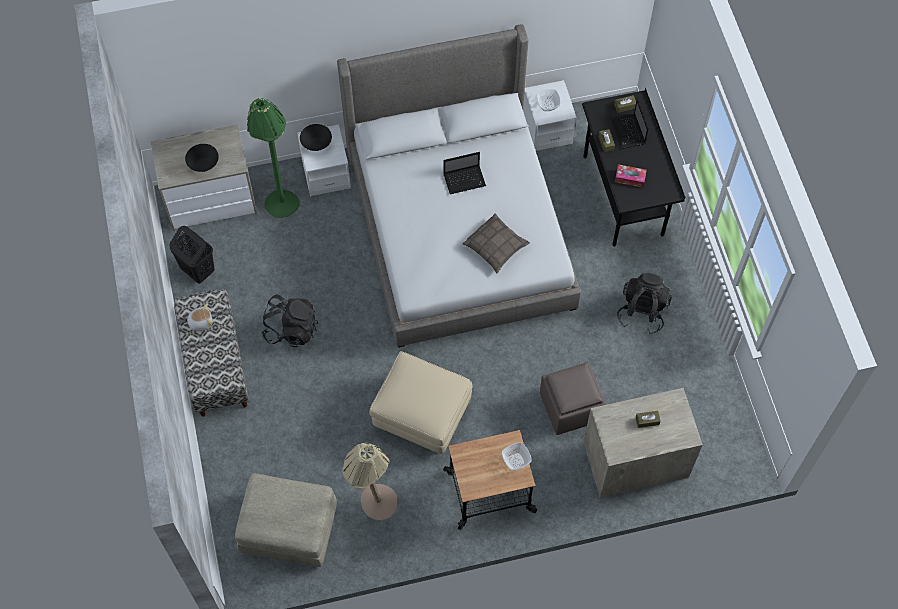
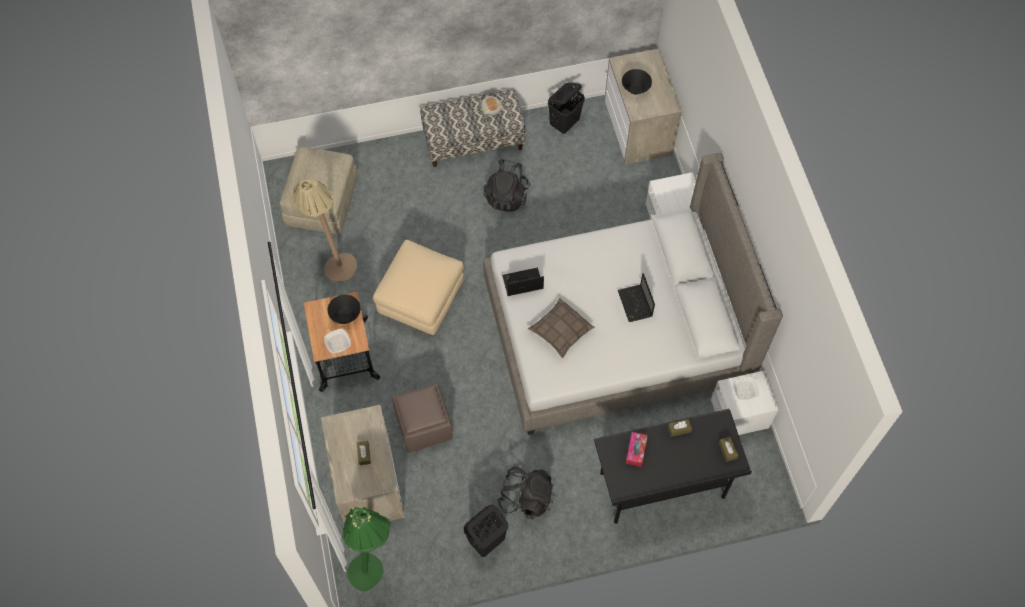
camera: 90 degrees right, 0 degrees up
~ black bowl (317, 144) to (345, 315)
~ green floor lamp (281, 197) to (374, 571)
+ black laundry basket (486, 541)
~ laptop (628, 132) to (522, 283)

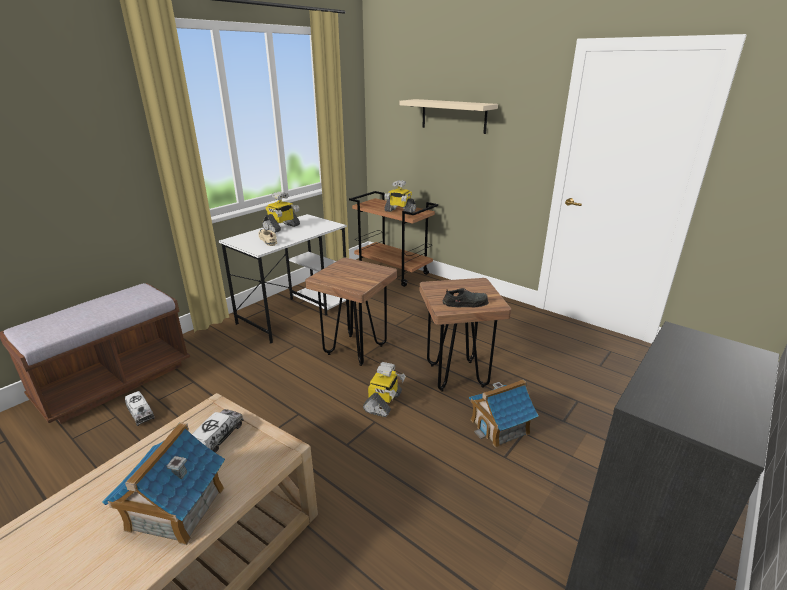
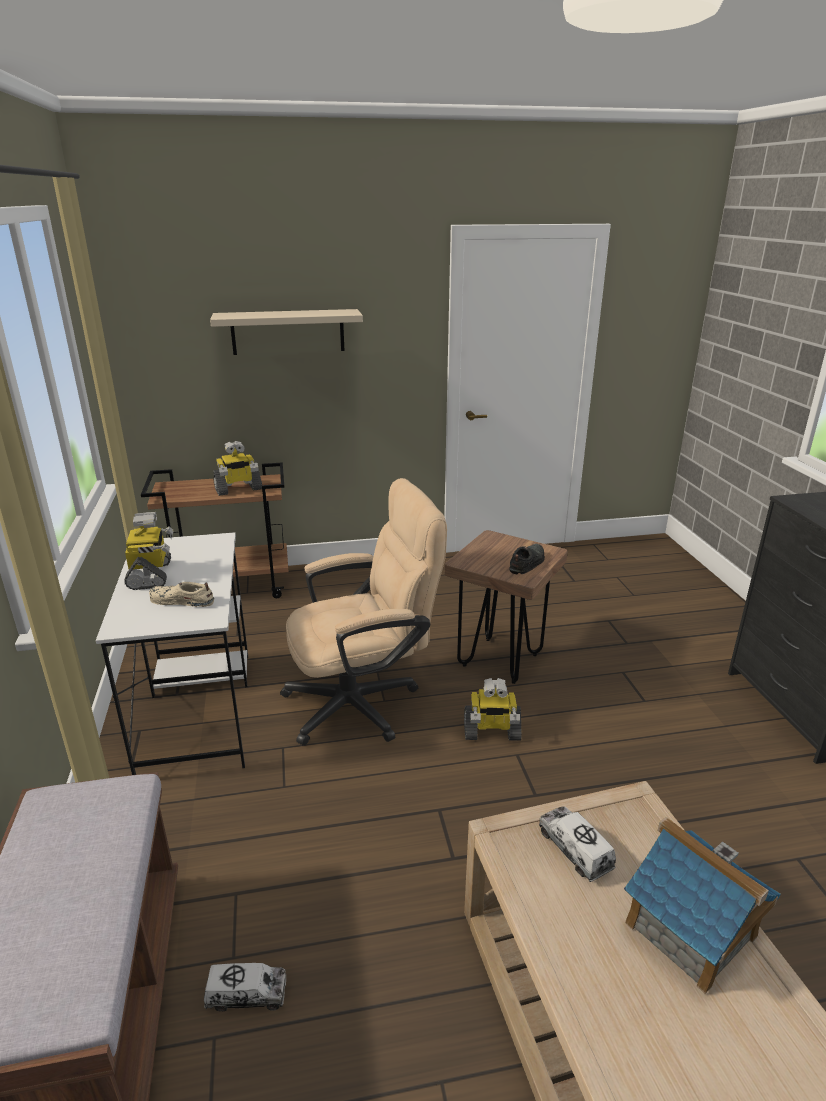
camera: 50 degrees left, 0 degrees up
~ brown stool (355, 350) to beige office chair (364, 702)
~ toy robot (383, 402) = (491, 731) 120 degrees clockwise
- toy house (500, 427)

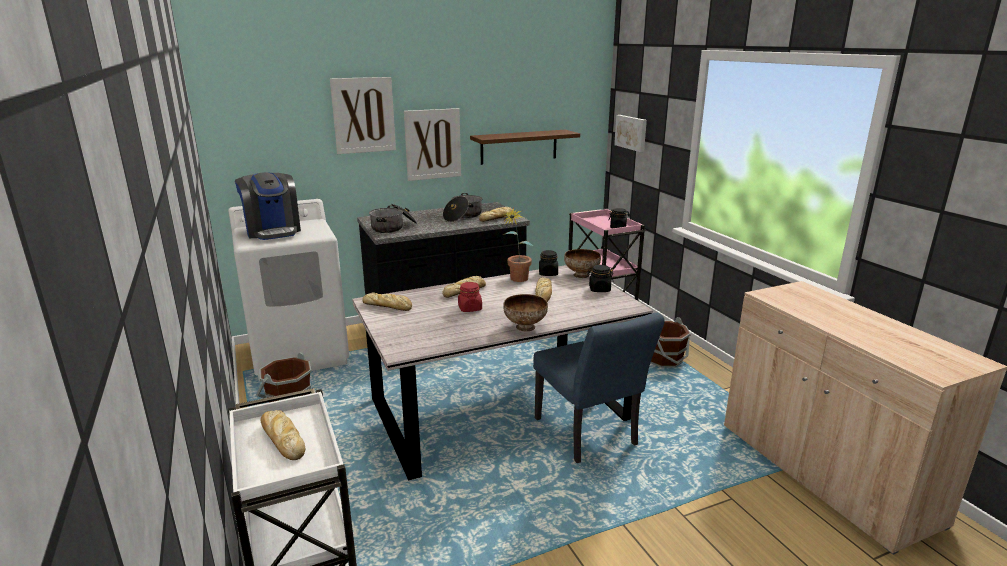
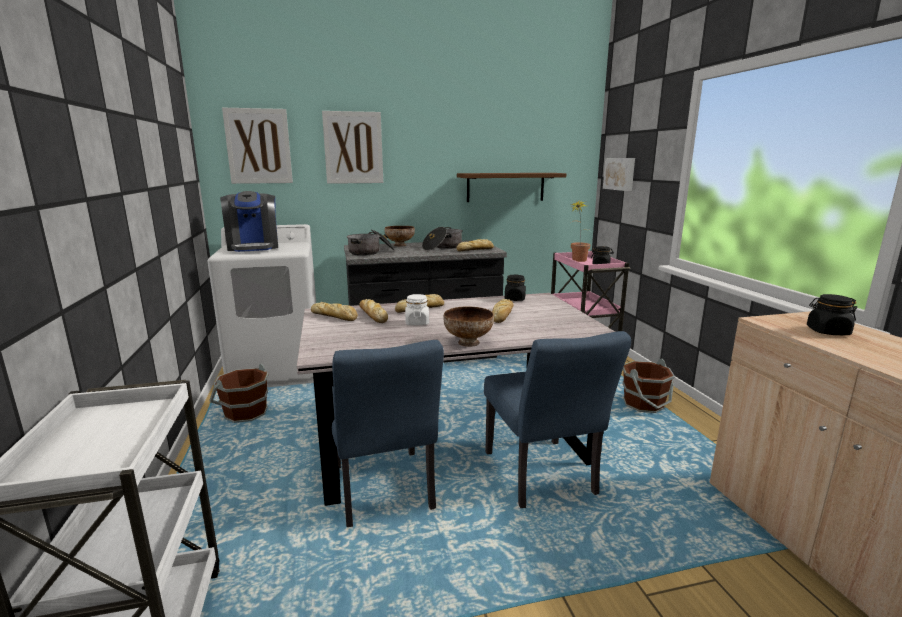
camera: 10 degrees right, 5 degrees down
~ picture (433, 144) to (258, 146)
+ blue chair (384, 493)
~ bread (282, 439) to (372, 315)
~ bowl (581, 275) to (400, 245)
~ red jar (470, 308) to white jar (417, 323)
~ potted plant (516, 280) to (577, 261)
~ black jar (599, 289) to (827, 332)

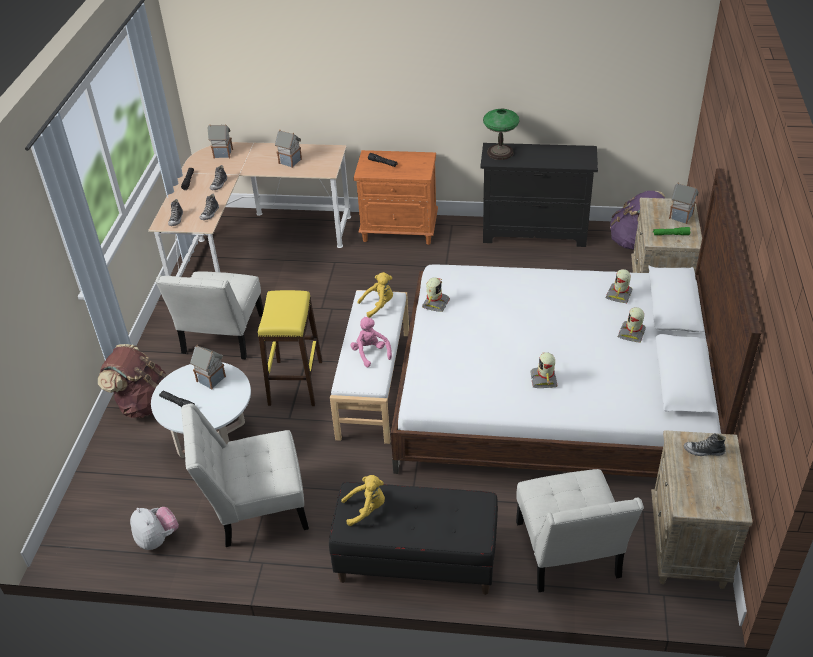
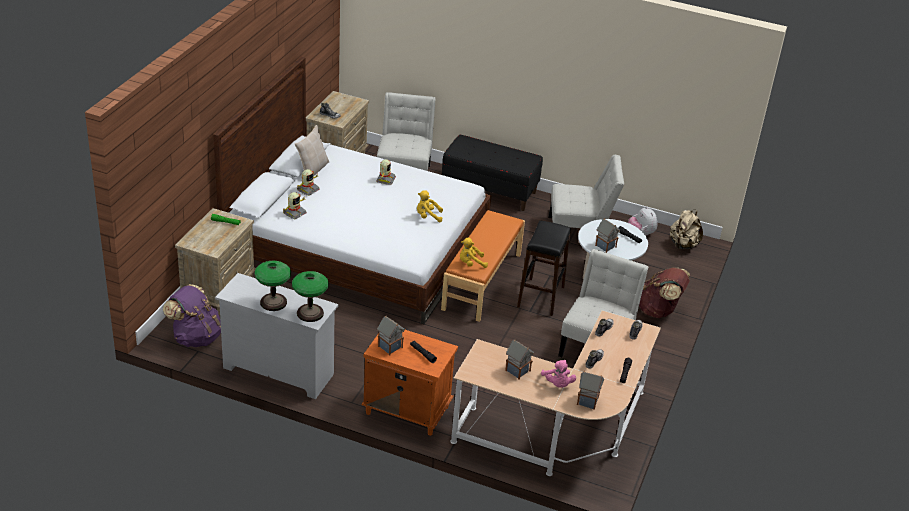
camera: 170 degrees left, 5 degrees down
~ black dresser (535, 233) to white dresser (278, 371)
+ table lamp (273, 302)
+ beige pillow (312, 170)
~ toy house (681, 216) to (389, 347)
~ yellow plush toy (366, 509) to (427, 216)
~ white bench (375, 384) to orange bench (481, 281)
~ yellow stool (295, 382) to black stool (541, 297)
~ pink plush toy (370, 353) to (557, 384)
+ beige backpack (683, 245)
- toy robot (435, 303)

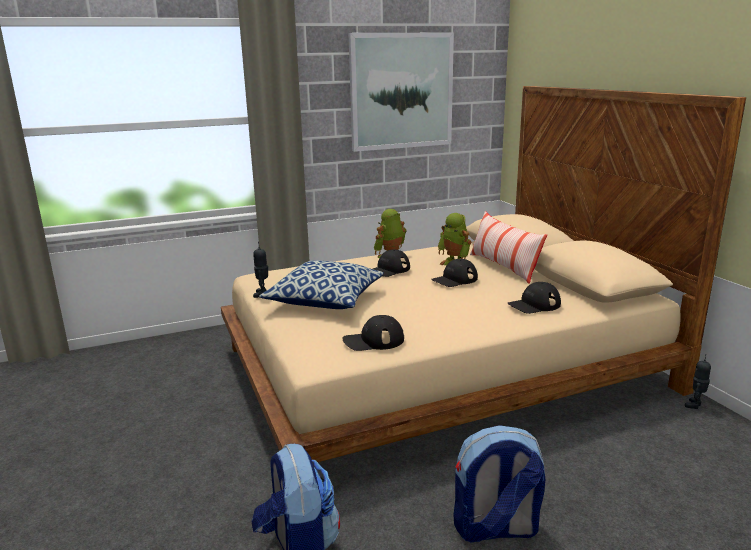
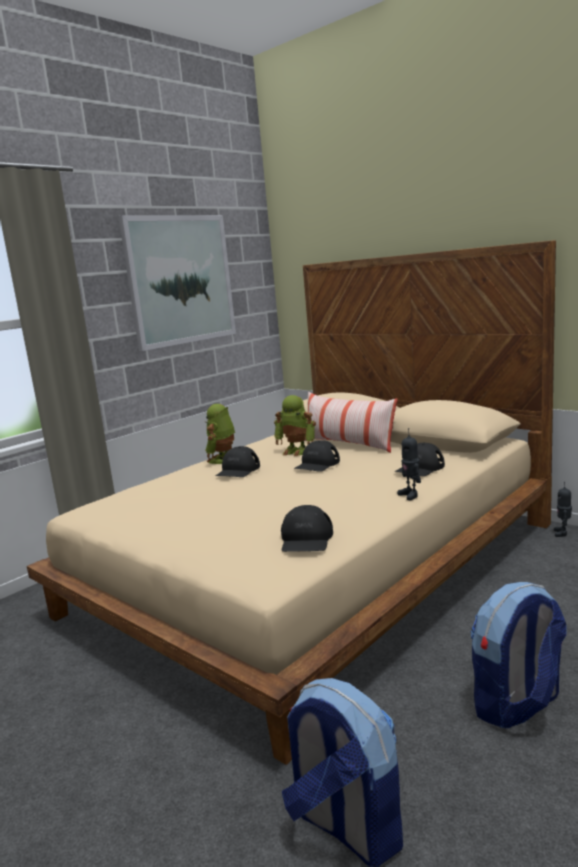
camera: 25 degrees left, 5 degrees down
~ black cap (373, 341) = (306, 539) 45 degrees counterclockwise
~ toy robot (262, 294) to (410, 495)
- pillow (325, 300)

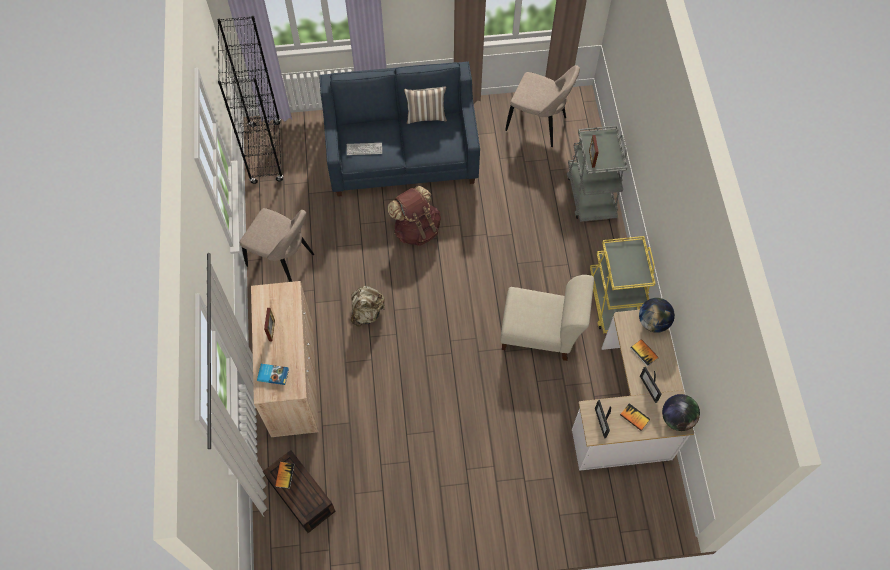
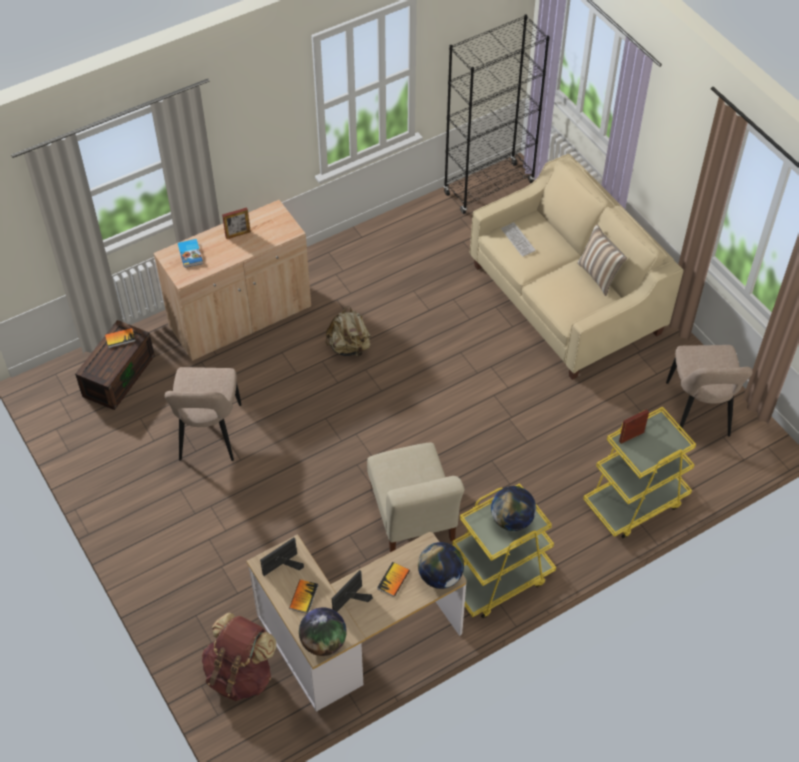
camera: 65 degrees right, 10 degrees down
~ beige chair (283, 261) to (209, 435)
~ brown backpack (416, 229) to (240, 674)
~ blue sofa (402, 154) to beige sofa (565, 300)
+ globe (512, 520)
~ grey cart (591, 194) to yellow cart (635, 502)

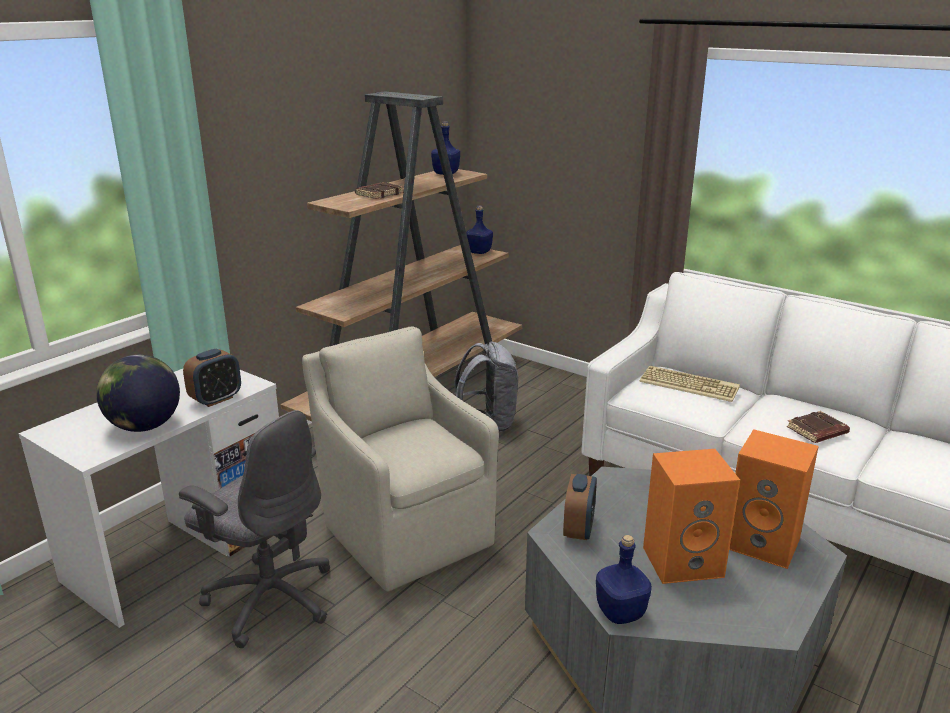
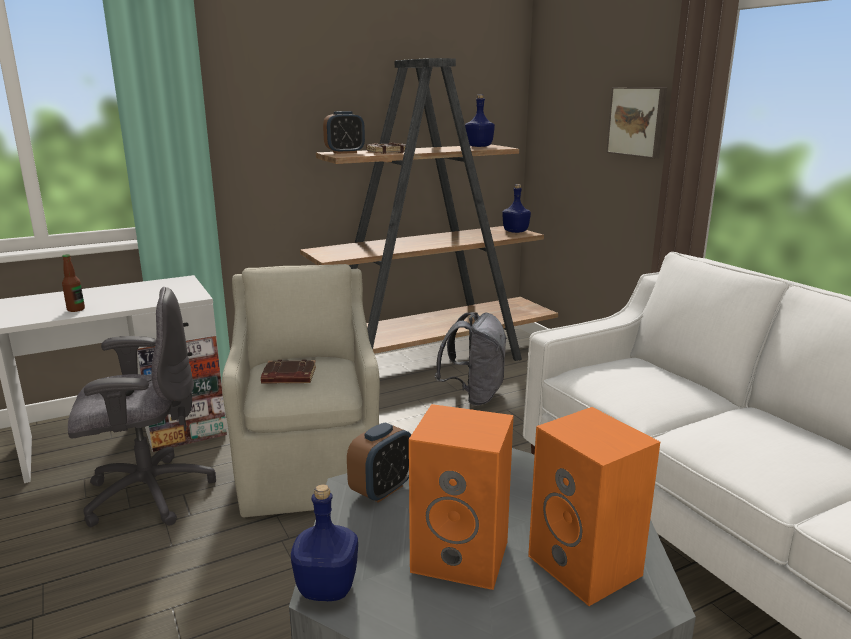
camera: 25 degrees right, 5 degrees down
~ globe (144, 426) to bottle (76, 309)
~ grey office chair (270, 598) = (147, 494) 75 degrees counterclockwise
~ brown book (817, 431) to (288, 377)
~ alarm clock (216, 399) to (344, 152)
+ picture (638, 121)
- keyboard (690, 384)

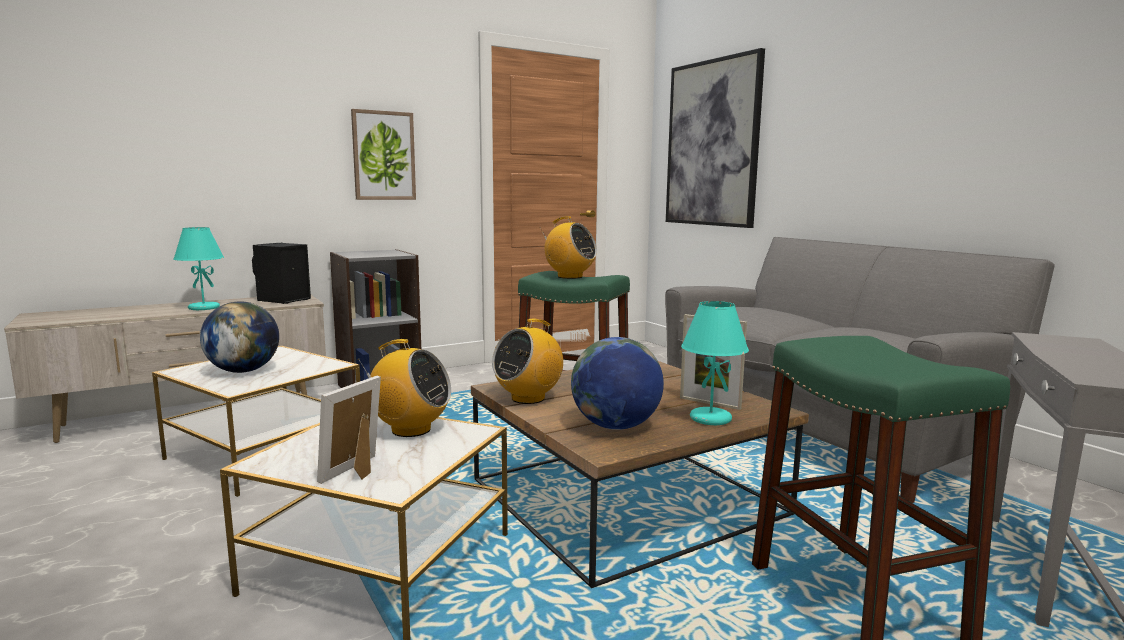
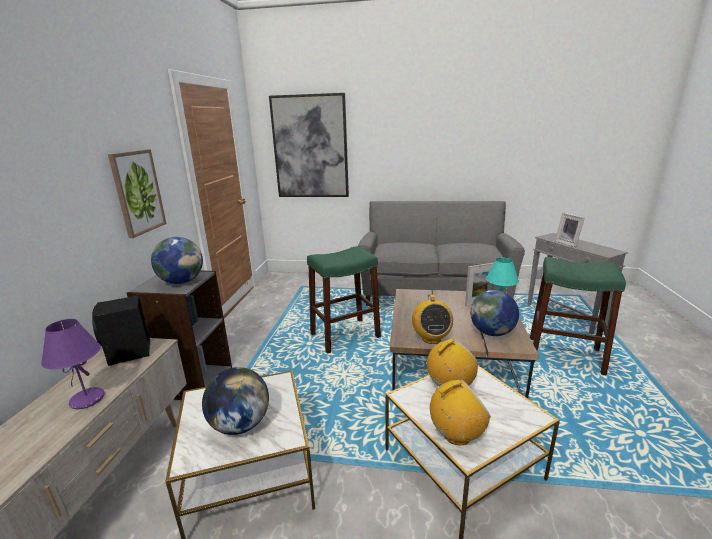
camera: 50 degrees left, 10 degrees up
~ turquoise table lamp (203, 308) to purple table lamp (87, 400)
+ globe (182, 282)
~ radio (569, 277) to (456, 435)
~ picture frame (357, 471) to (568, 243)

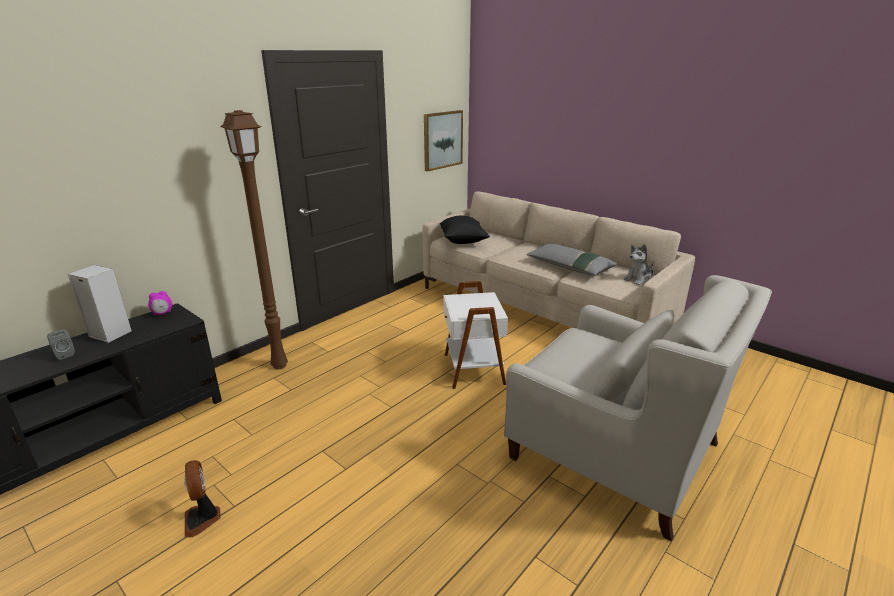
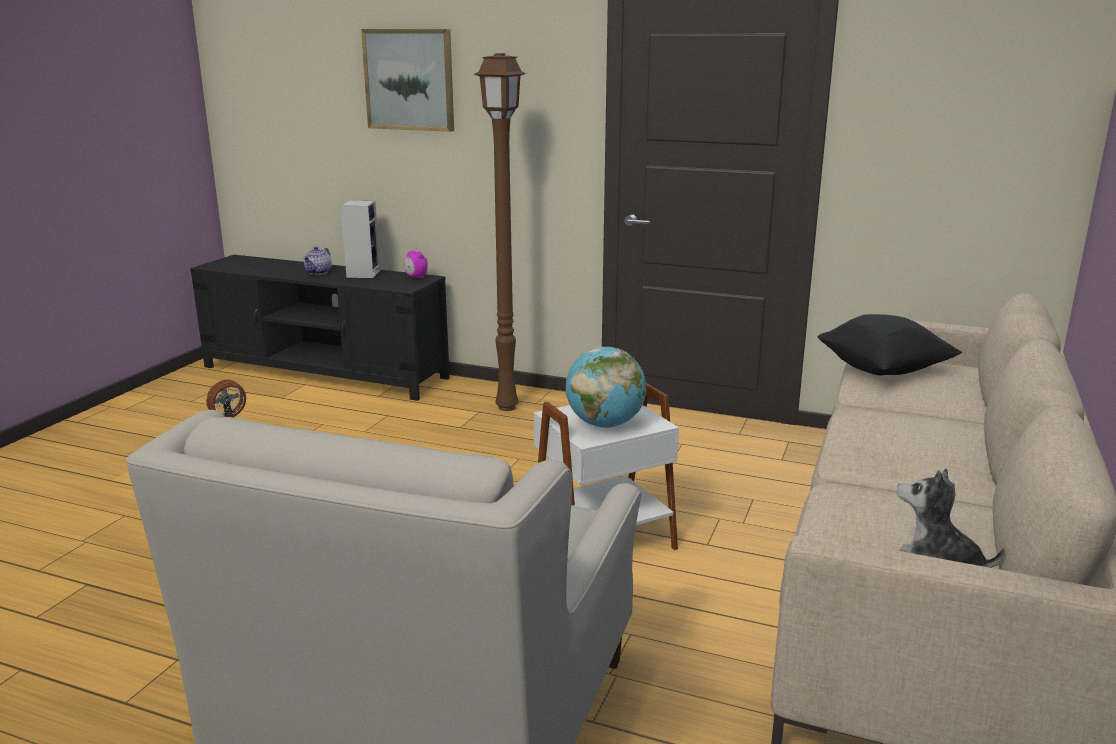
camera: 70 degrees right, 5 degrees down
~ grey speaker (64, 354) to teapot (319, 272)
~ picture (442, 140) to (409, 80)
+ globe (605, 424)
- grey pillow (569, 267)

